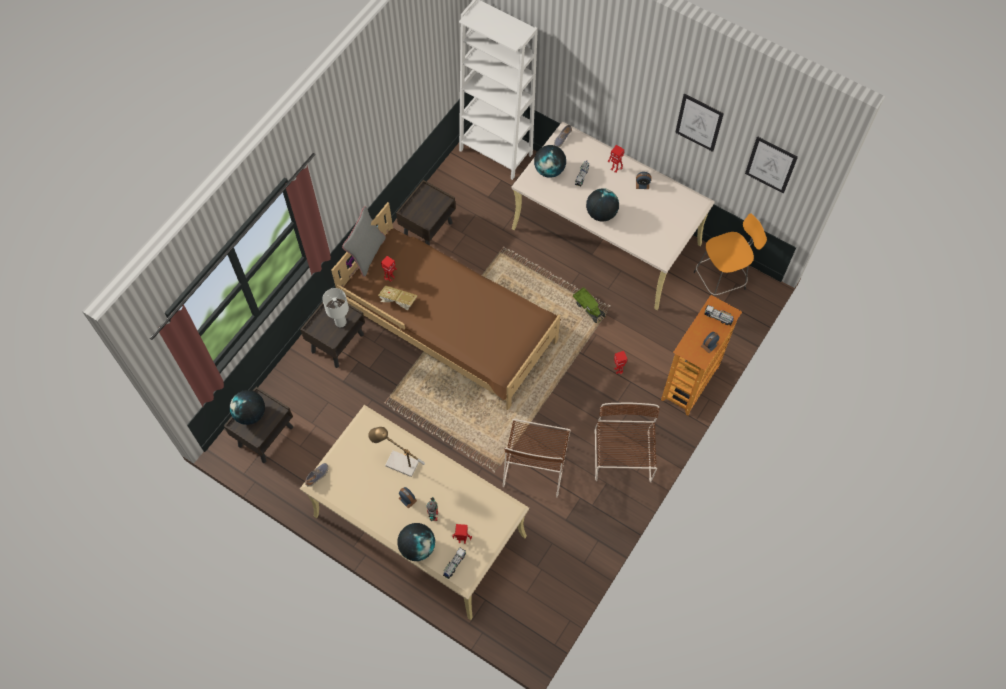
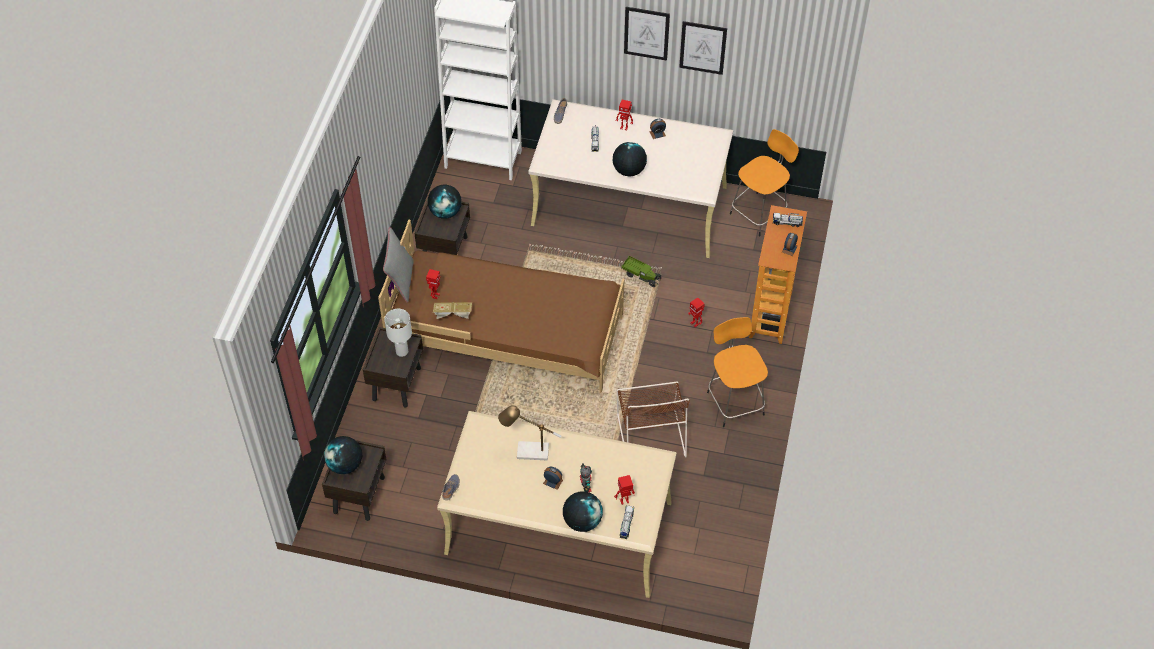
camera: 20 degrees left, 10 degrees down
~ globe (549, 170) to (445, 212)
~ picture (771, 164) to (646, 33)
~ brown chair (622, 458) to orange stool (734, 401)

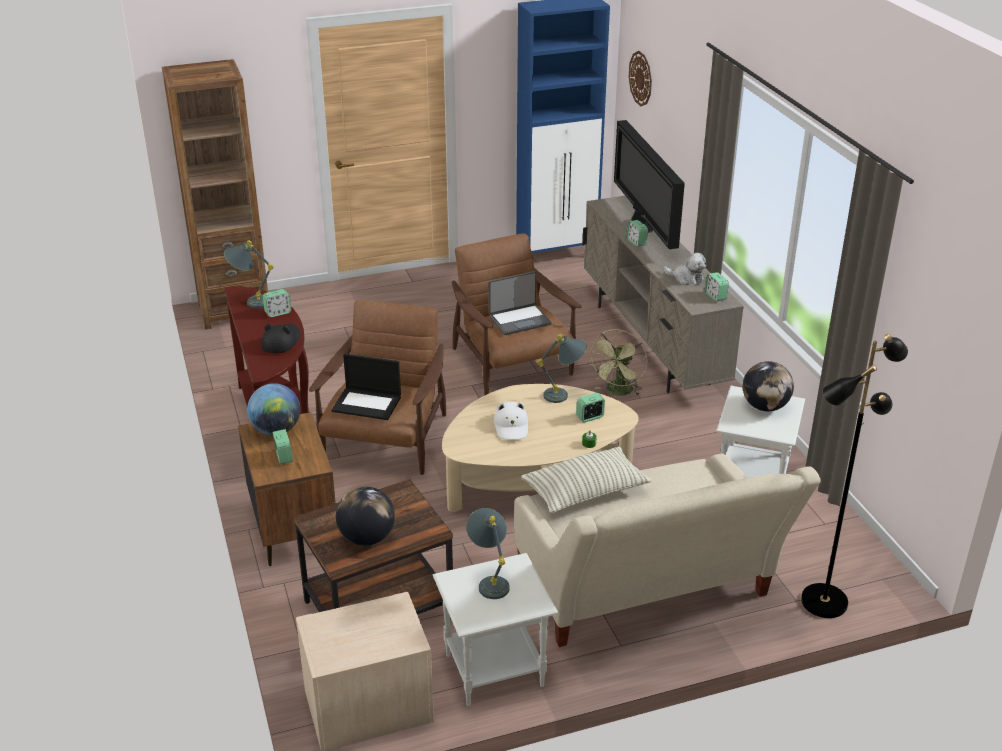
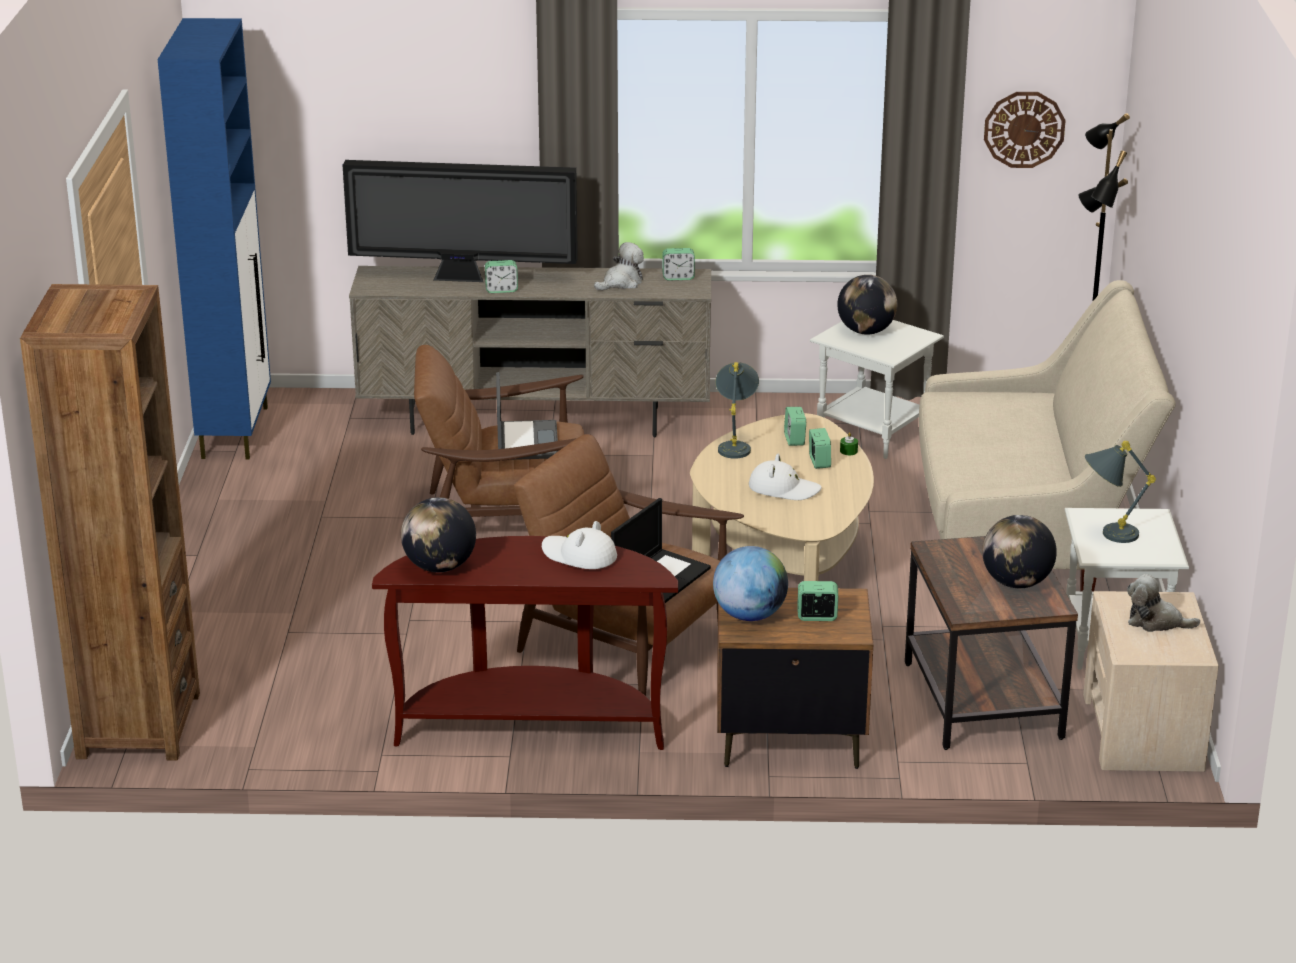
camera: 70 degrees left, 5 degrees down
~ grey table lamp (250, 302) to globe (439, 567)
~ black hat (281, 341) to white hat (579, 555)
~ alarm clock (278, 313) to (819, 462)
~ wall clock (641, 78) to (1024, 129)
+ plush toy (1156, 622)
- pillow (585, 492)
- green fan (618, 392)

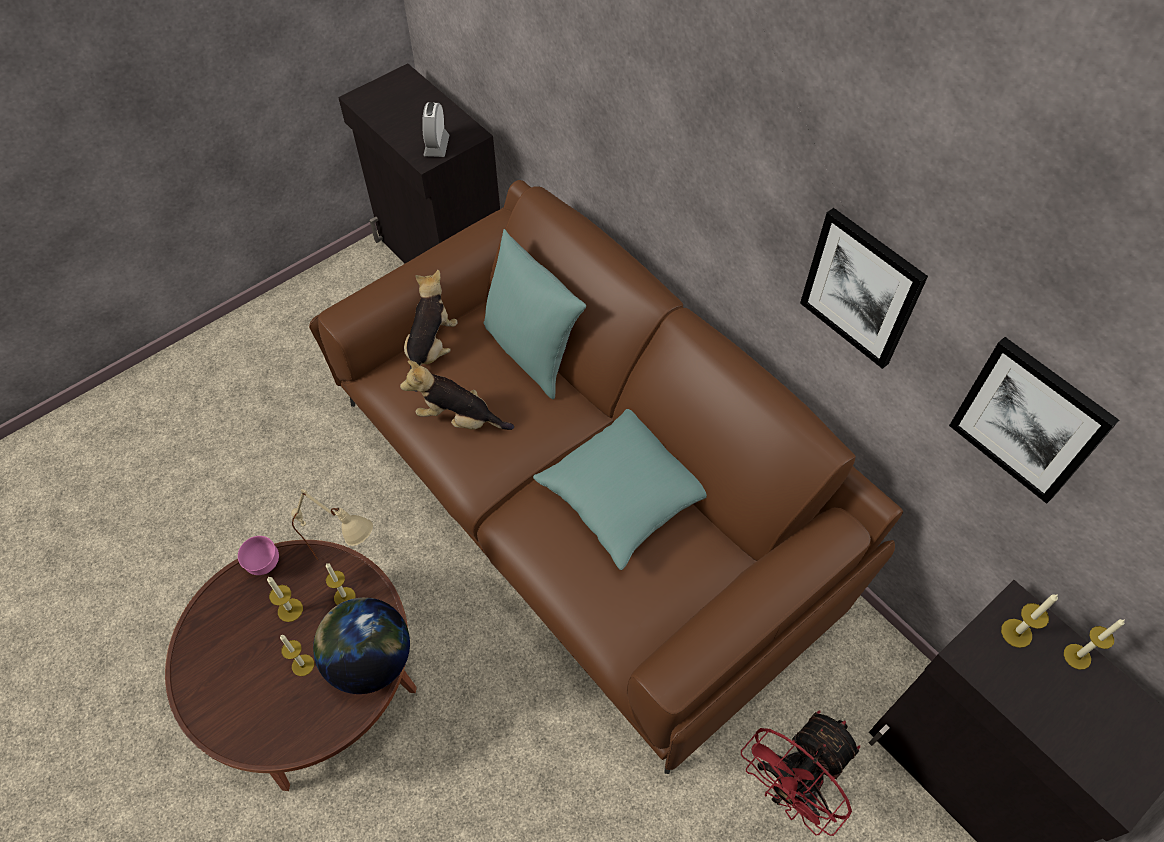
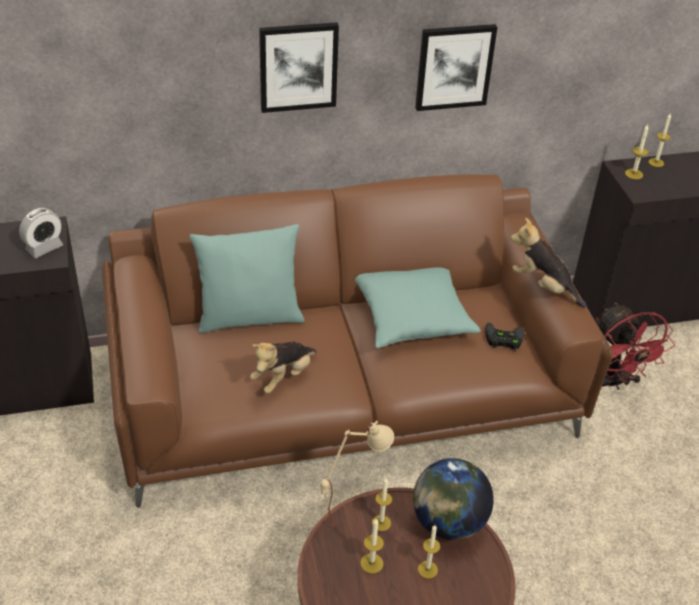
camera: 65 degrees left, 15 degrees down
~ alarm clock (436, 146) = (44, 248) 75 degrees counterclockwise
~ picture (1029, 420) to (298, 66)
+ black game controller (502, 339)
~ plush toy (431, 349) to (543, 286)
- pink bowl (264, 564)

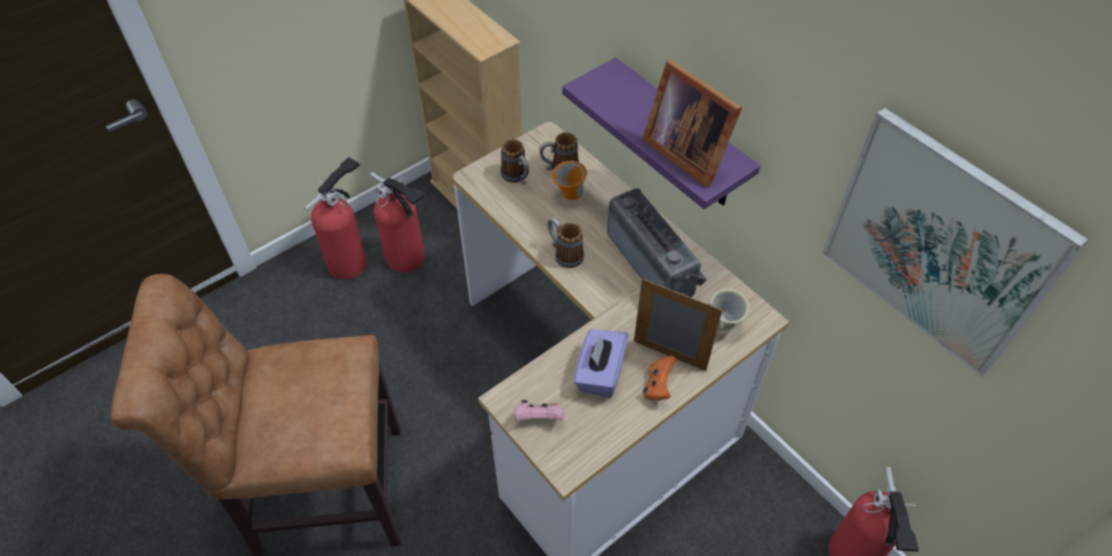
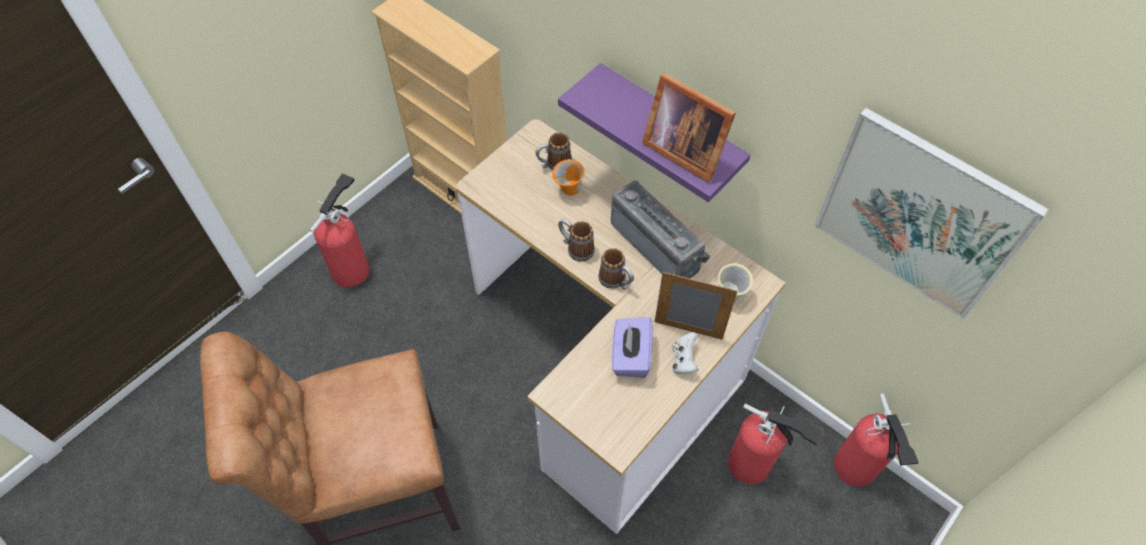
camera: 10 degrees left, 5 degrees up
~ mug (517, 177) to (616, 282)
~ orange game controller (657, 386) to white game controller (683, 360)
~ fire extinguisher (408, 259) to (753, 466)
- pink game controller (539, 418)

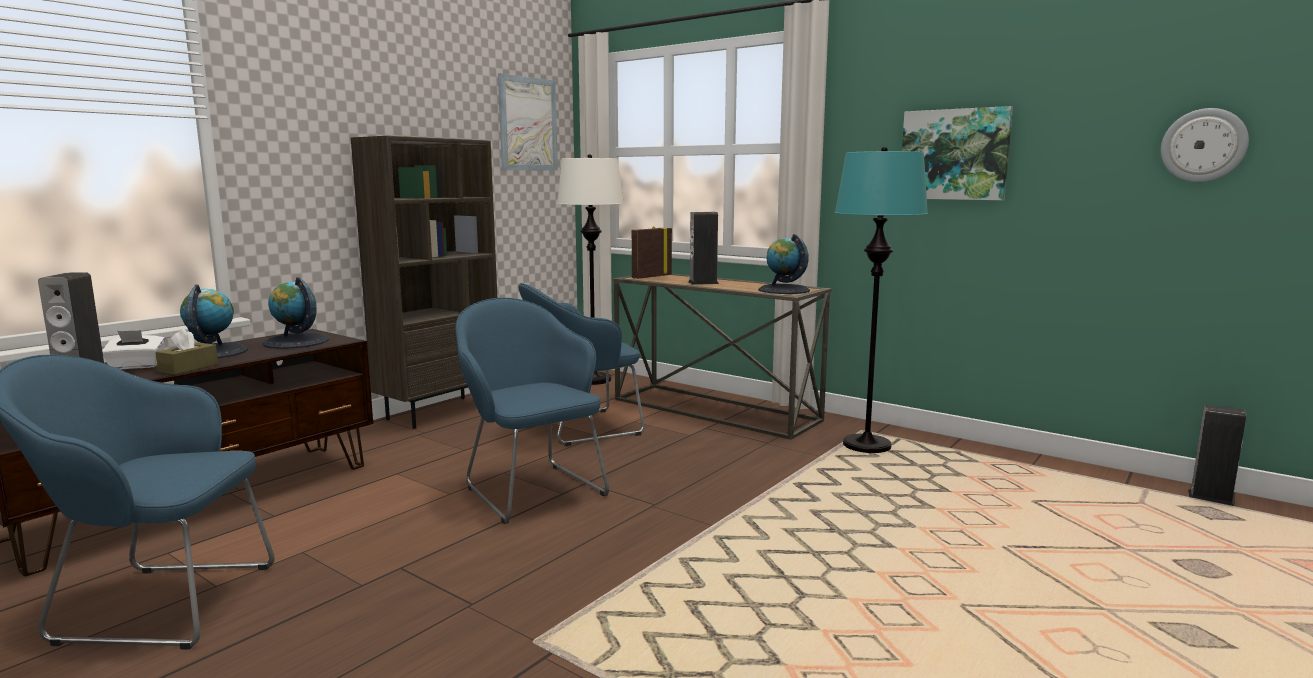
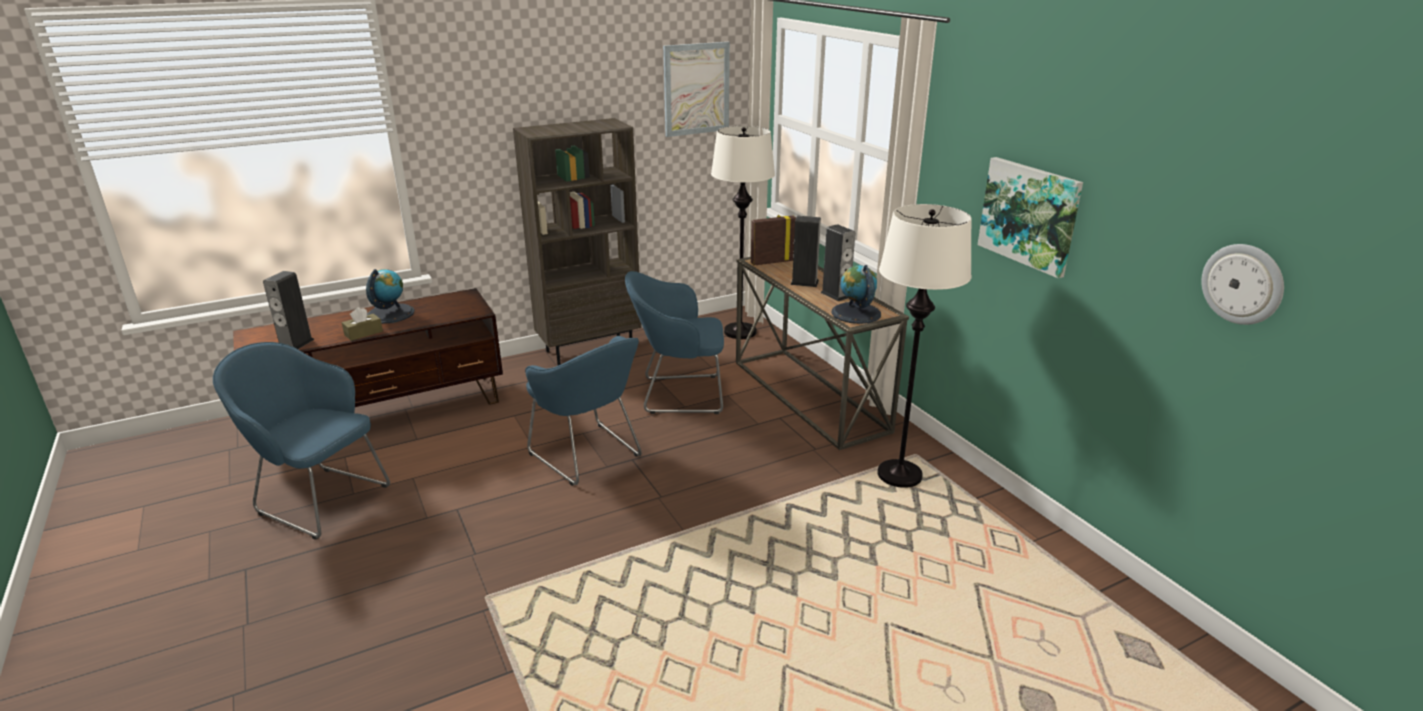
camera: 25 degrees right, 15 degrees up
~ blue armchair (531, 489) = (589, 456) 150 degrees clockwise
~ speaker (1210, 498) to (836, 294)
~ turquoise floor lamp (867, 446) to white floor lamp (899, 475)
- white tissue box (136, 366)
- globe (296, 342)

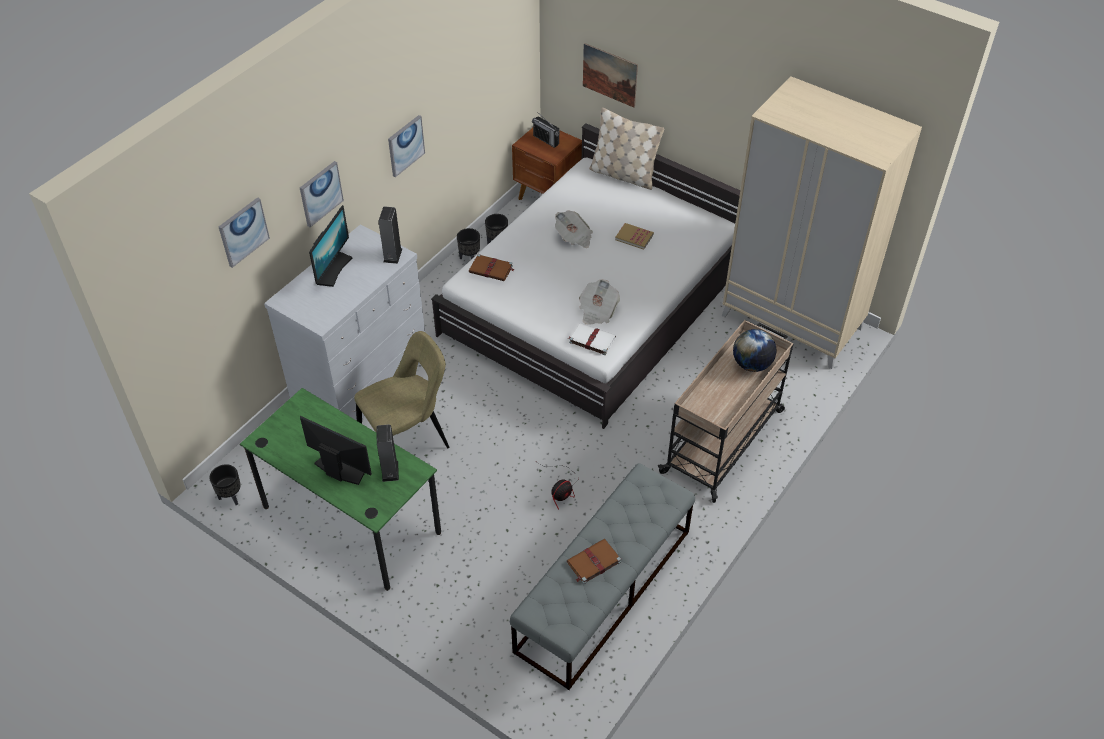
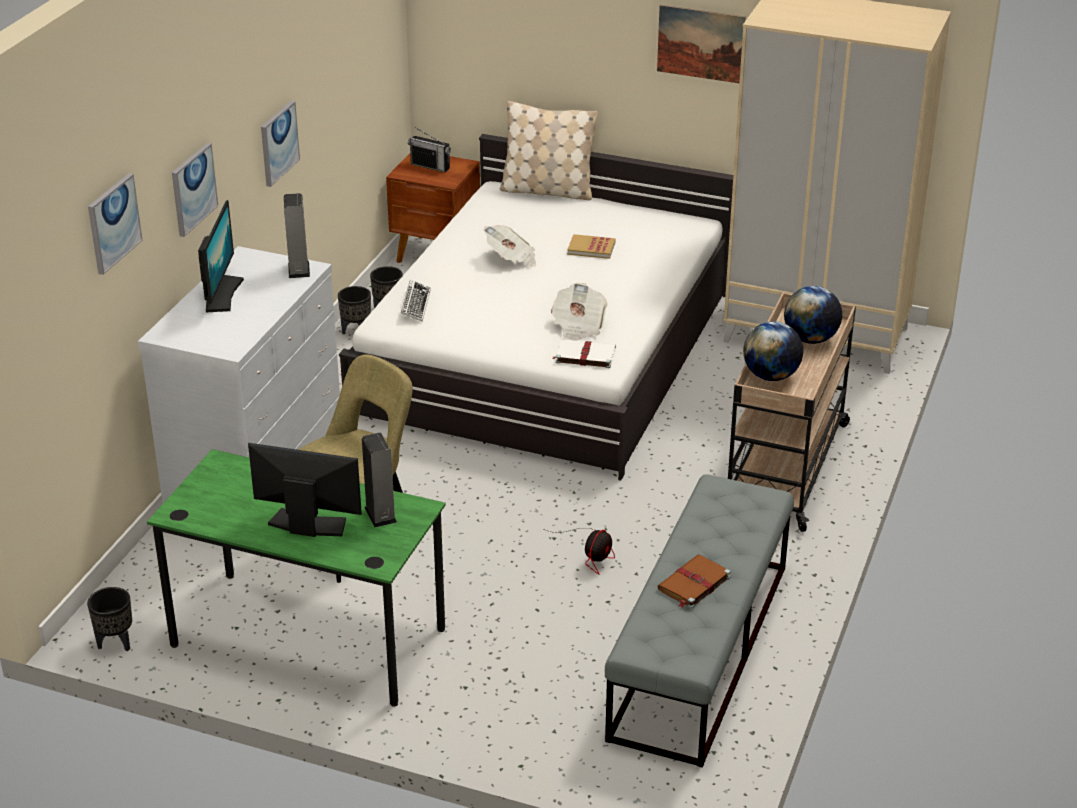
camera: 15 degrees left, 15 degrees down
~ brown book (491, 269) to keyboard (415, 304)
~ picture (610, 75) to (700, 43)
+ globe (771, 376)

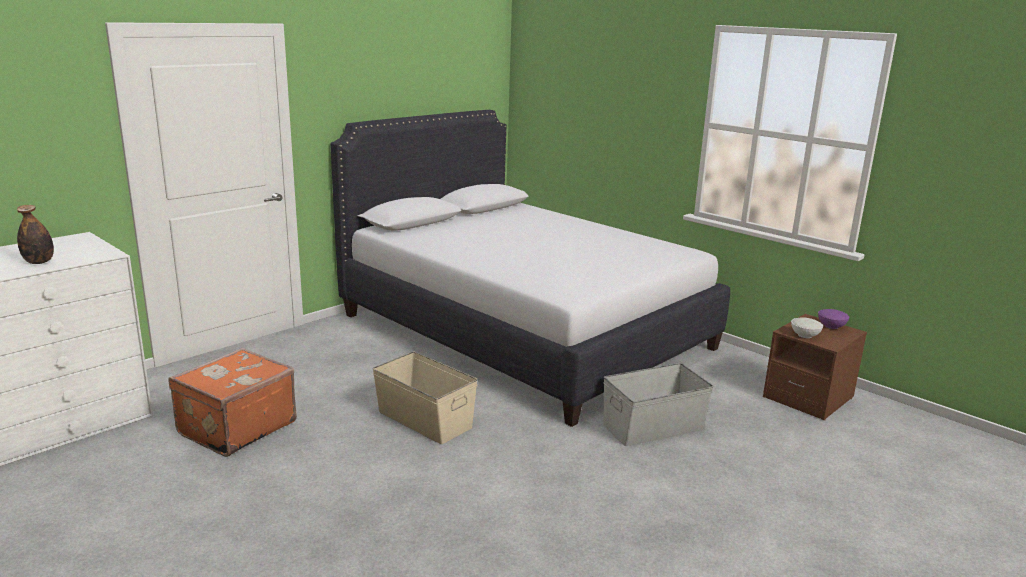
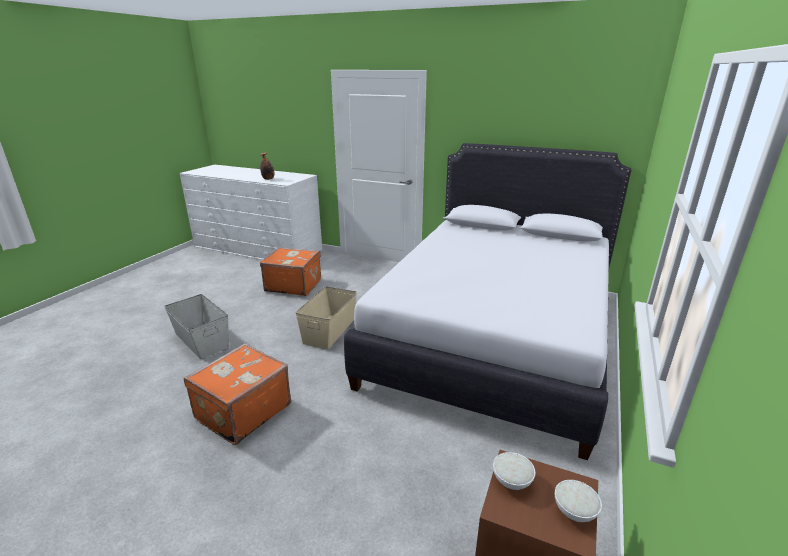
camera: 70 degrees right, 5 degrees up
~ grey storage box (652, 427) to (202, 340)
+ orange suitcase (242, 411)
~ purple bowl (831, 326) to white bowl (574, 510)

